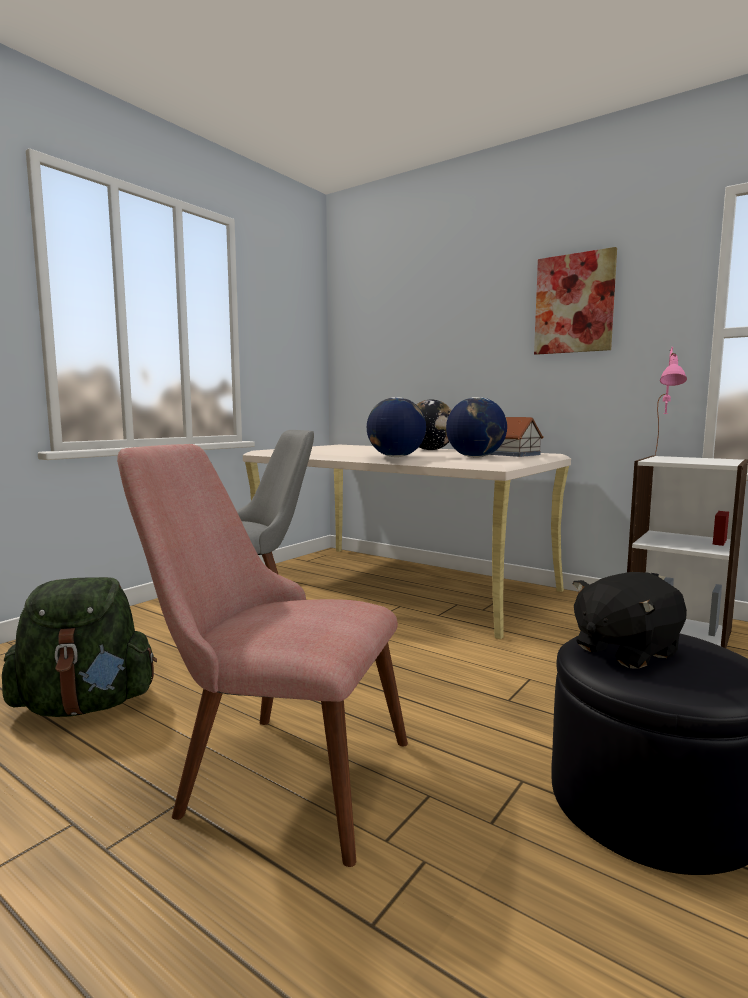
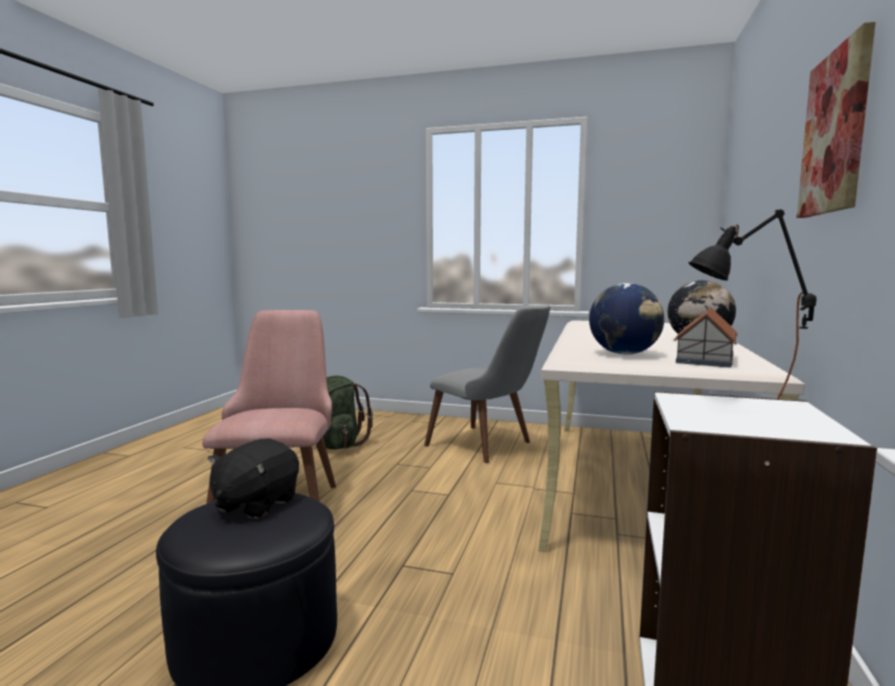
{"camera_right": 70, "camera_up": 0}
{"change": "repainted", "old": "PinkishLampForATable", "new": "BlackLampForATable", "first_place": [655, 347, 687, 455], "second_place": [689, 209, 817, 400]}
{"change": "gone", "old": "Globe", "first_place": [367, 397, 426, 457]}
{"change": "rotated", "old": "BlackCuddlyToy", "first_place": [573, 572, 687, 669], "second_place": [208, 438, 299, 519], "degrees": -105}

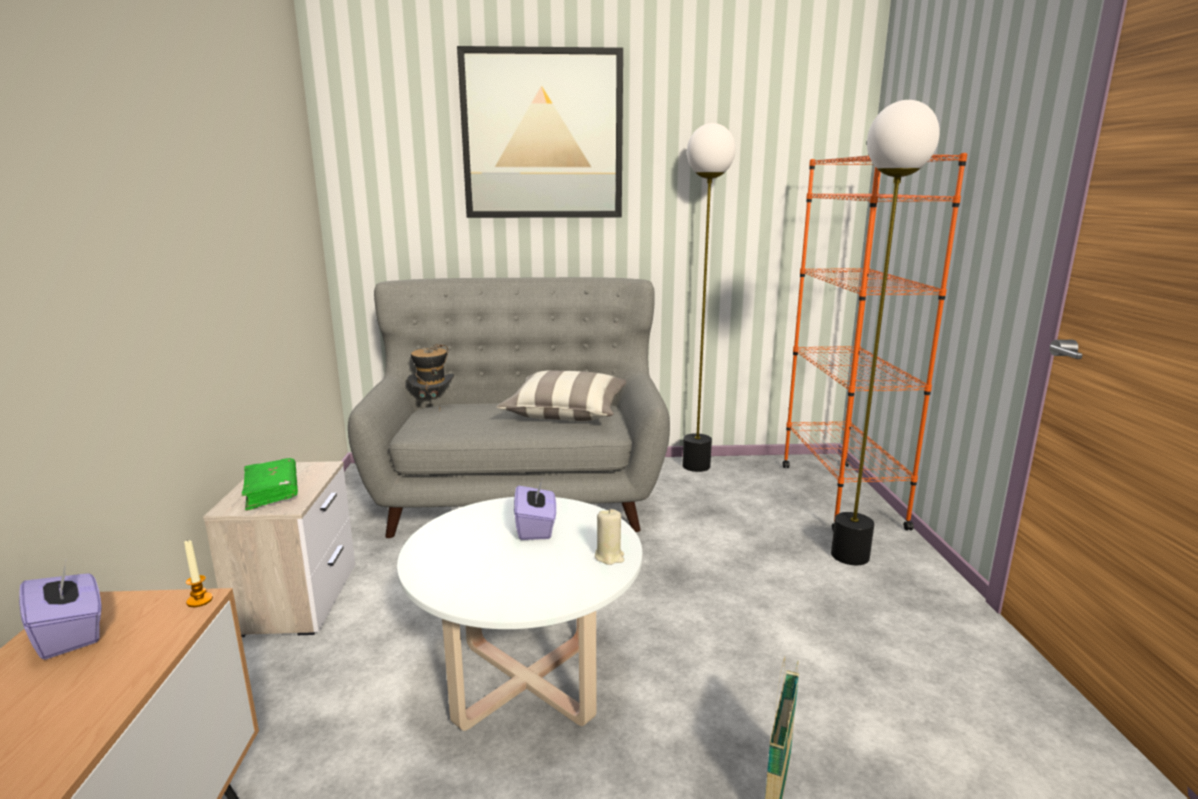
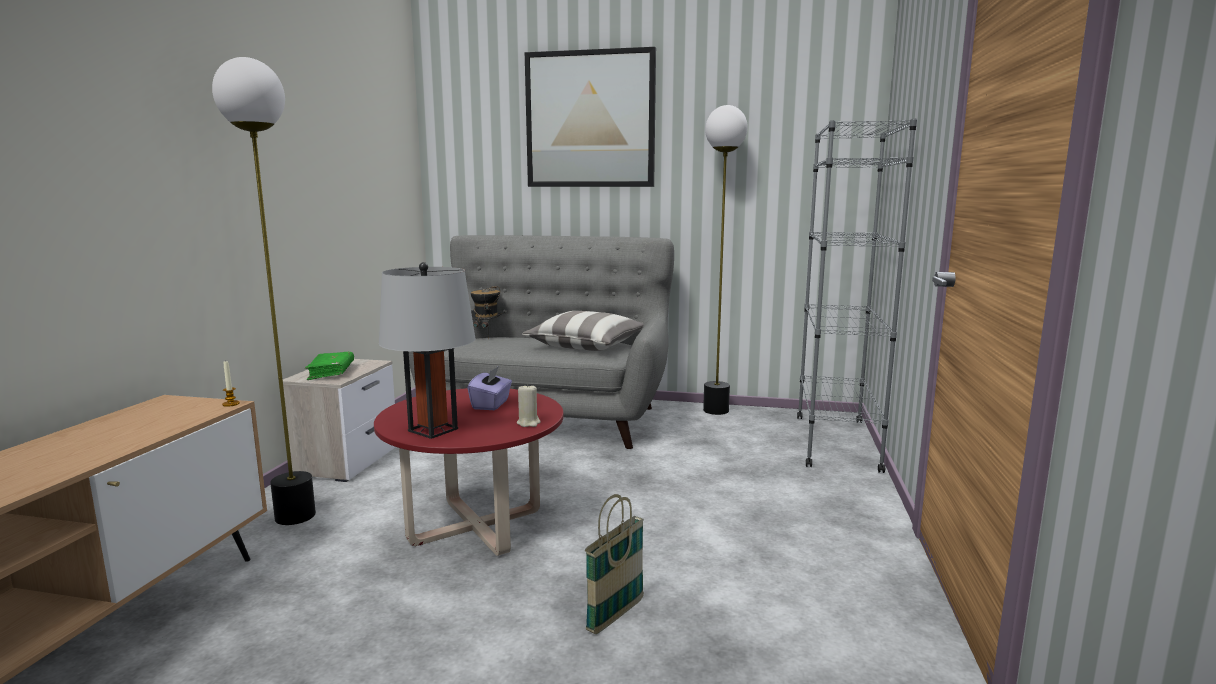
{"camera_right": 15, "camera_up": -5}
{"change": "shifted", "old": "StandingLamp", "first_place": [831, 100, 940, 565], "second_place": [212, 57, 316, 525]}
{"change": "repainted", "old": "OrangeyBookshelf", "new": "GreyBookshelf", "first_place": [782, 153, 967, 530], "second_place": [797, 119, 917, 473]}
{"change": "repainted", "old": "WhiteColouredLowTable", "new": "ReddishLowTable", "first_place": [397, 497, 642, 731], "second_place": [374, 388, 564, 556]}
{"change": "gone", "old": "PurpleColouredBoxOfTissues", "first_place": [19, 562, 102, 660]}
{"change": "new", "new": "GreyLampForATable", "second_place": [379, 262, 475, 439]}

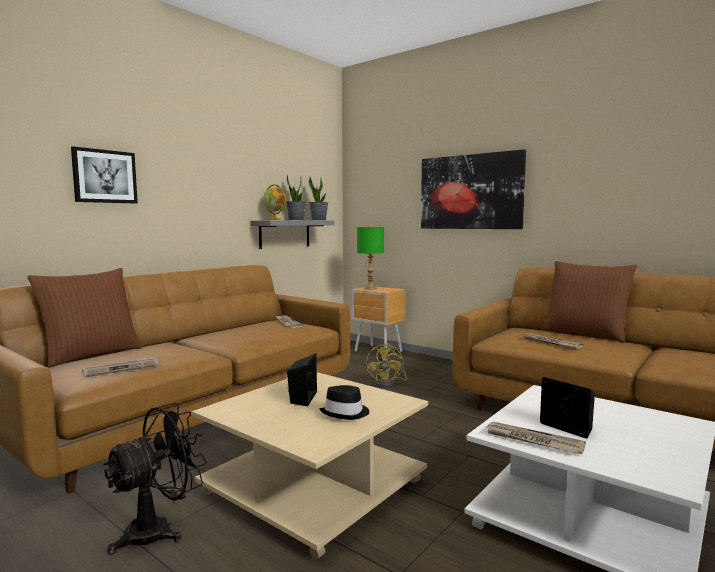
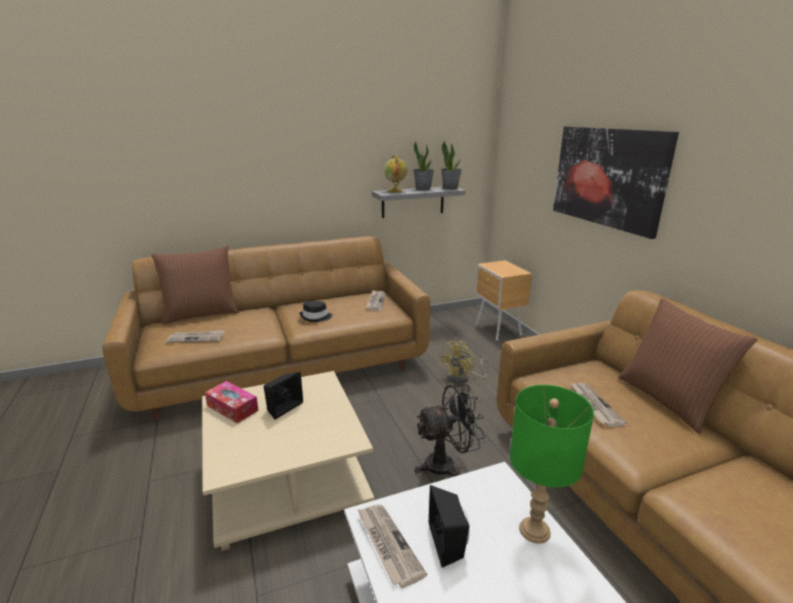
{"camera_right": 30, "camera_up": 15}
{"change": "gone", "old": "Picture", "first_place": [71, 146, 138, 204]}
{"change": "shifted", "old": "GreenishLampForATable", "first_place": [357, 225, 384, 289], "second_place": [510, 385, 594, 544]}
{"change": "shifted", "old": "BlackClothingHat", "first_place": [319, 385, 369, 420], "second_place": [299, 301, 332, 322]}
{"change": "shifted", "old": "BlackCoolingFan", "first_place": [103, 403, 207, 555], "second_place": [415, 385, 485, 476]}
{"change": "new", "new": "BoxOfTissues", "second_place": [205, 381, 259, 423]}

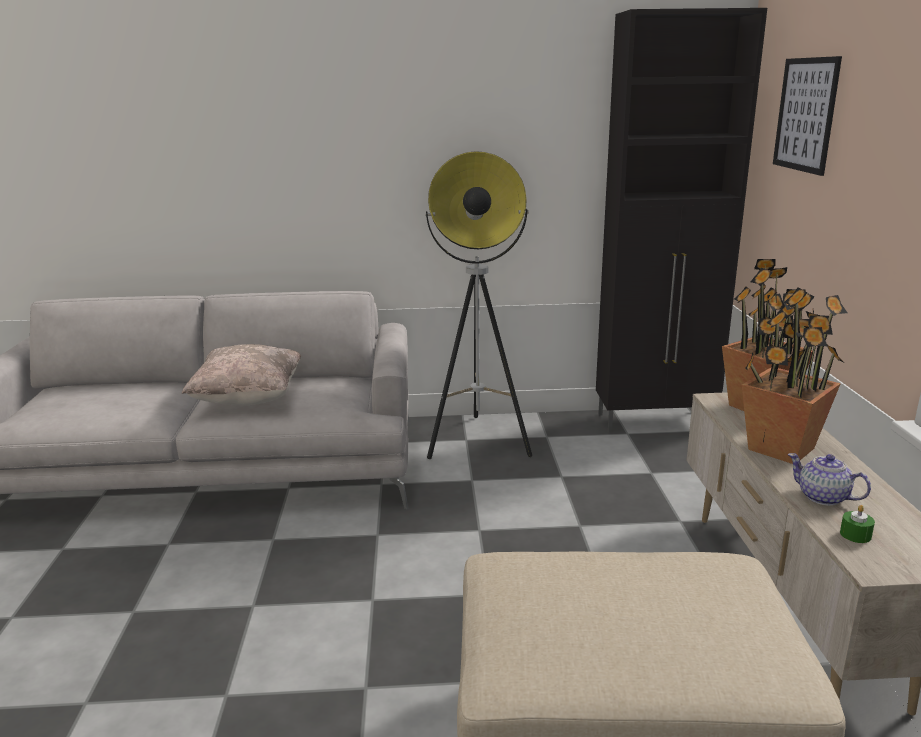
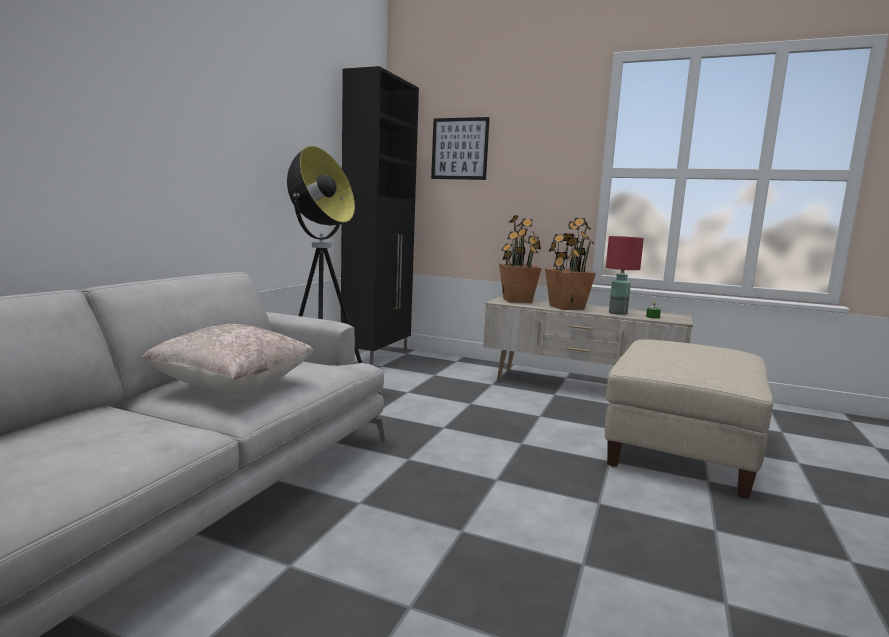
{"camera_right": -65, "camera_up": -10}
{"change": "swapped", "old": "TeaPot", "new": "ReddishLampForATable", "first_place": [788, 453, 871, 506], "second_place": [606, 236, 644, 315]}

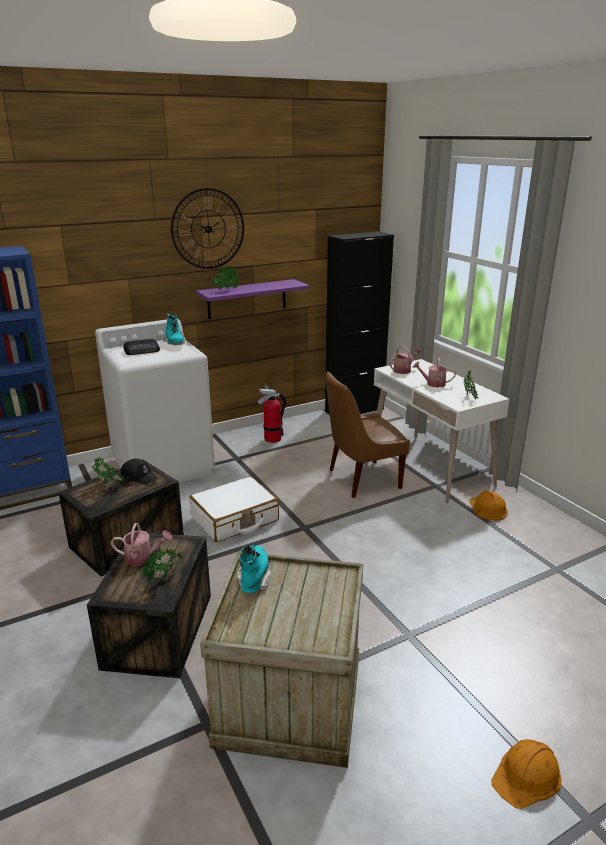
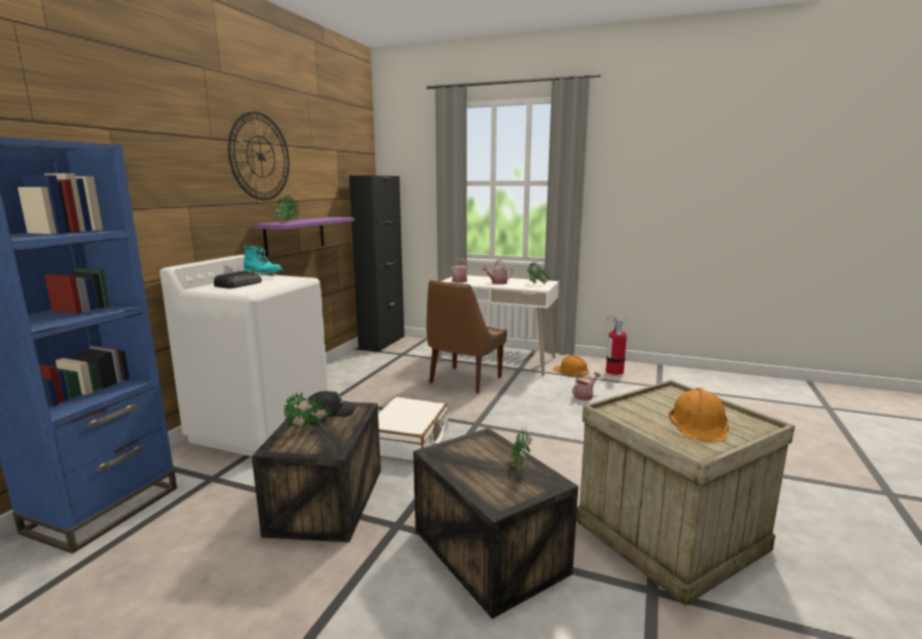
{"camera_right": -40, "camera_up": -10}
{"change": "shifted", "old": "FireExtinguisher", "first_place": [258, 384, 286, 443], "second_place": [606, 315, 627, 375]}
{"change": "shifted", "old": "SprinklingCan", "first_place": [111, 523, 172, 566], "second_place": [572, 371, 601, 401]}
{"change": "gone", "old": "TurquoiseColouredBoot", "first_place": [237, 545, 272, 593]}
{"change": "shifted", "old": "OrangeyHardHat", "first_place": [491, 739, 562, 809], "second_place": [668, 388, 729, 442]}

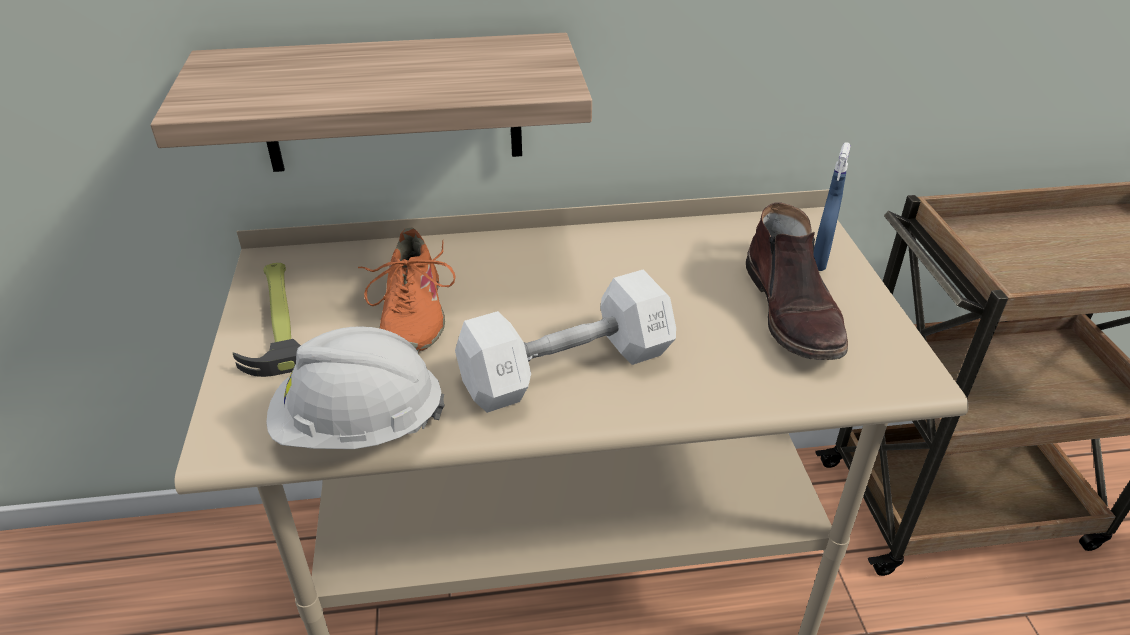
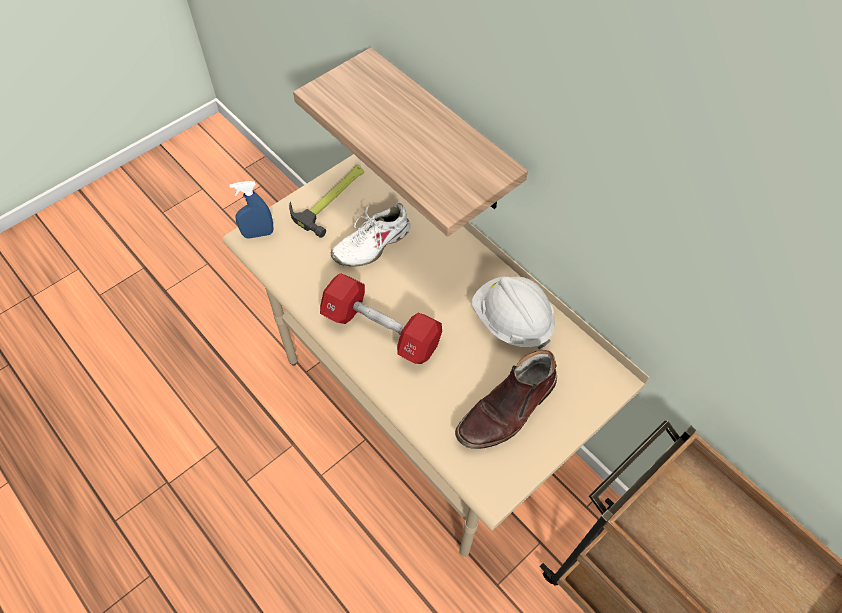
{"camera_right": 55, "camera_up": 20}
{"change": "shifted", "old": "BluishHandSprayer", "first_place": [814, 142, 850, 271], "second_place": [229, 181, 274, 238]}
{"change": "repainted", "old": "OrangeyItemOfFootwear", "new": "WhiteColouredItemOfFootwear", "first_place": [358, 227, 456, 352], "second_place": [331, 202, 411, 266]}
{"change": "repainted", "old": "WhiteColouredHandWeight", "new": "ReddishHandWeight", "first_place": [455, 270, 676, 413], "second_place": [320, 273, 442, 364]}
{"change": "shifted", "old": "WhiteColouredHardHat", "first_place": [266, 327, 445, 449], "second_place": [472, 277, 555, 349]}

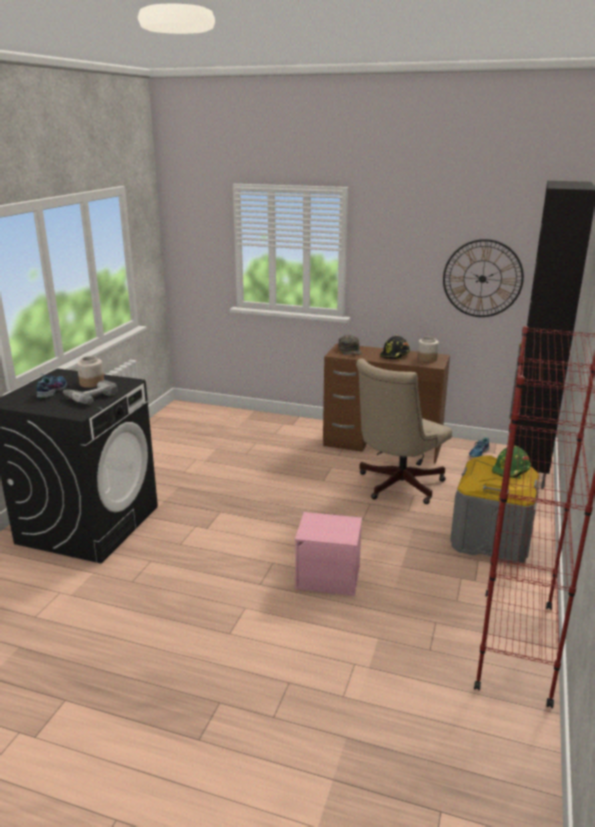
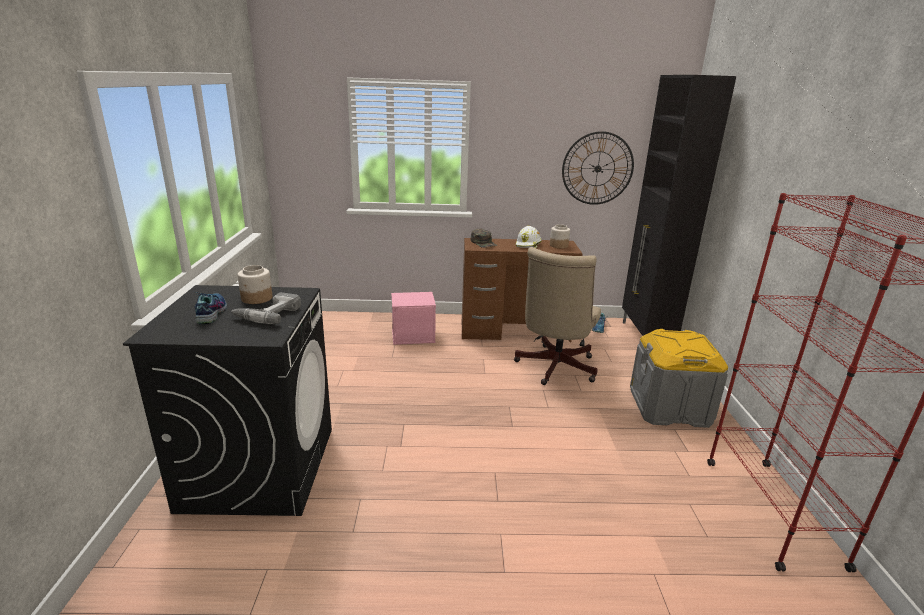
{"camera_right": -20, "camera_up": 0}
{"change": "repainted", "old": "BlackHardHat", "new": "WhiteColouredHardHat", "first_place": [380, 336, 410, 360], "second_place": [516, 226, 542, 248]}
{"change": "gone", "old": "GreenishHardHat", "first_place": [492, 446, 531, 479]}
{"change": "shifted", "old": "PinkishStorageBox", "first_place": [295, 512, 362, 596], "second_place": [391, 292, 436, 345]}

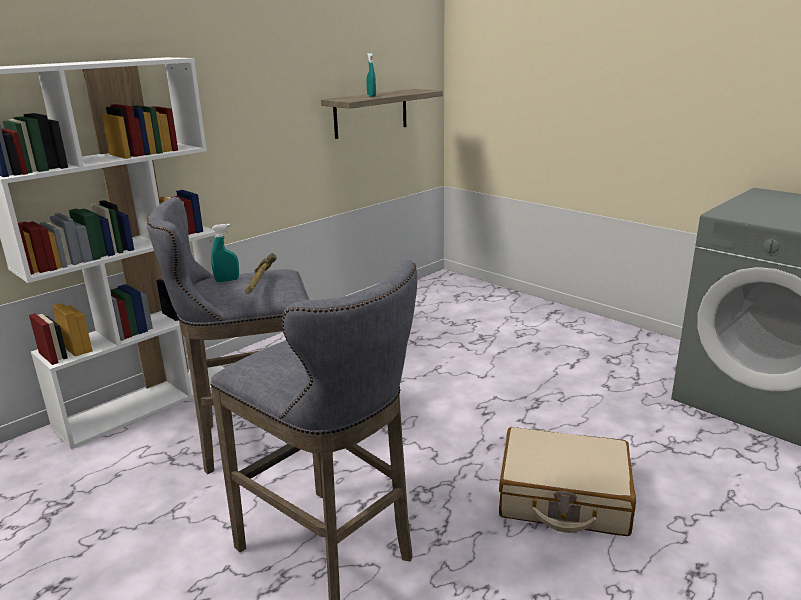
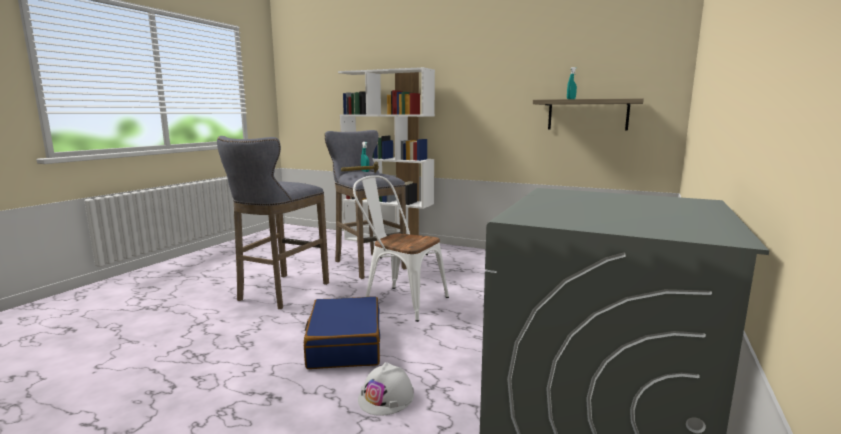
{"camera_right": 70, "camera_up": -10}
{"change": "repainted", "old": "BeigeColouredPieceOfLuggage", "new": "BluishPieceOfLuggage", "first_place": [499, 427, 636, 536], "second_place": [304, 296, 380, 369]}
{"change": "new", "new": "WhiteColouredUprightChair", "second_place": [353, 175, 449, 322]}
{"change": "new", "new": "WhiteColouredHardHat", "second_place": [358, 362, 414, 416]}

